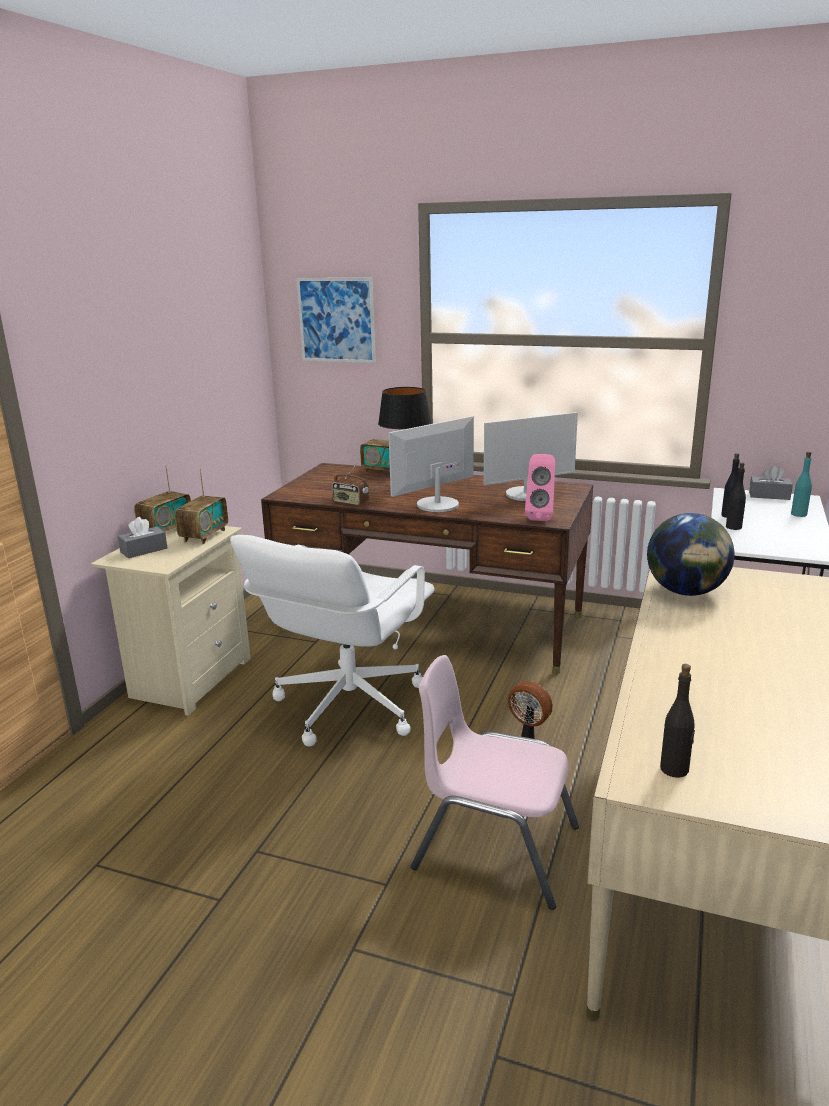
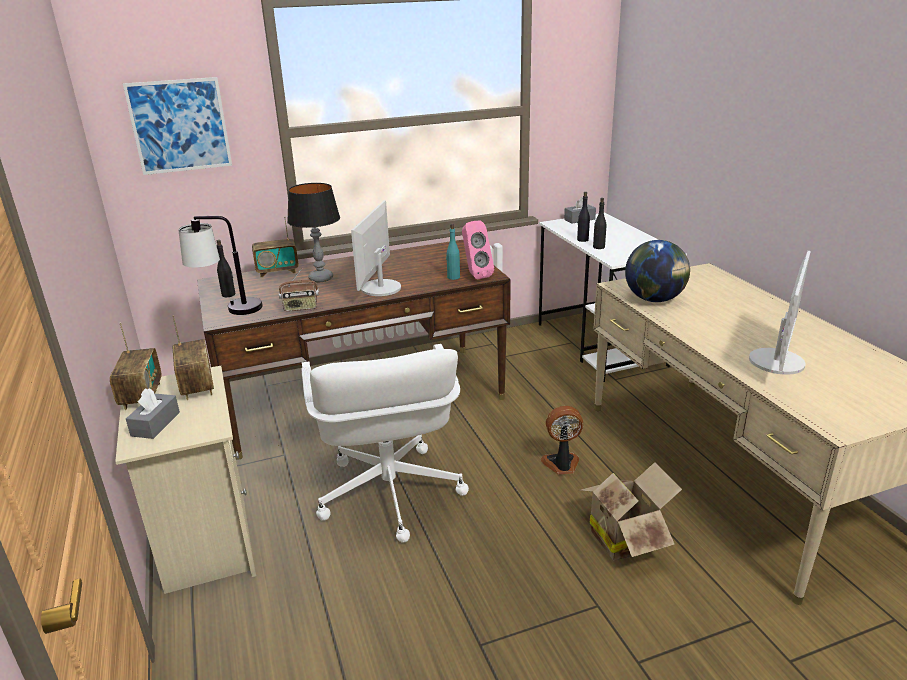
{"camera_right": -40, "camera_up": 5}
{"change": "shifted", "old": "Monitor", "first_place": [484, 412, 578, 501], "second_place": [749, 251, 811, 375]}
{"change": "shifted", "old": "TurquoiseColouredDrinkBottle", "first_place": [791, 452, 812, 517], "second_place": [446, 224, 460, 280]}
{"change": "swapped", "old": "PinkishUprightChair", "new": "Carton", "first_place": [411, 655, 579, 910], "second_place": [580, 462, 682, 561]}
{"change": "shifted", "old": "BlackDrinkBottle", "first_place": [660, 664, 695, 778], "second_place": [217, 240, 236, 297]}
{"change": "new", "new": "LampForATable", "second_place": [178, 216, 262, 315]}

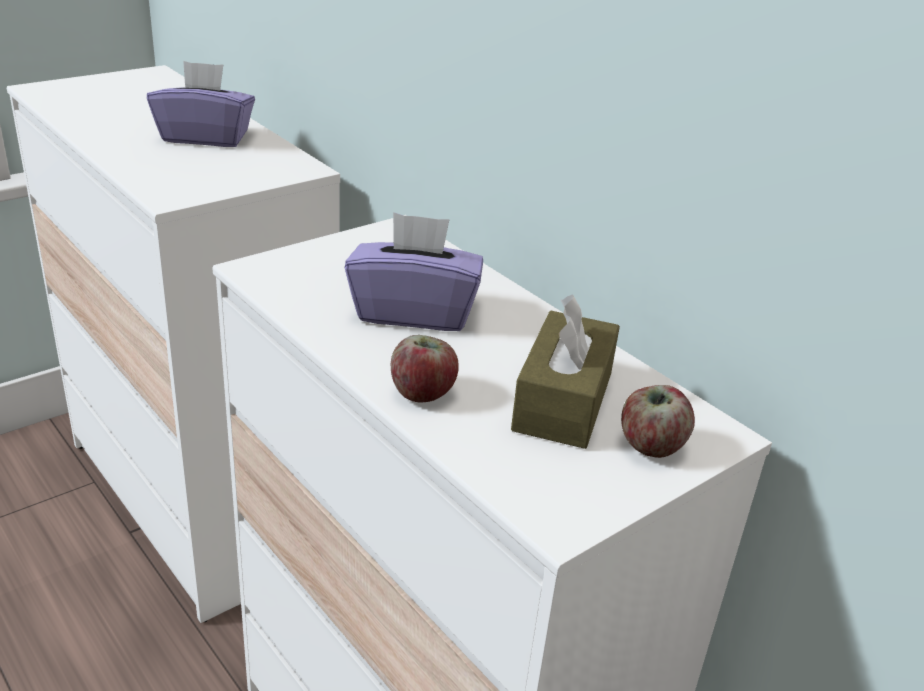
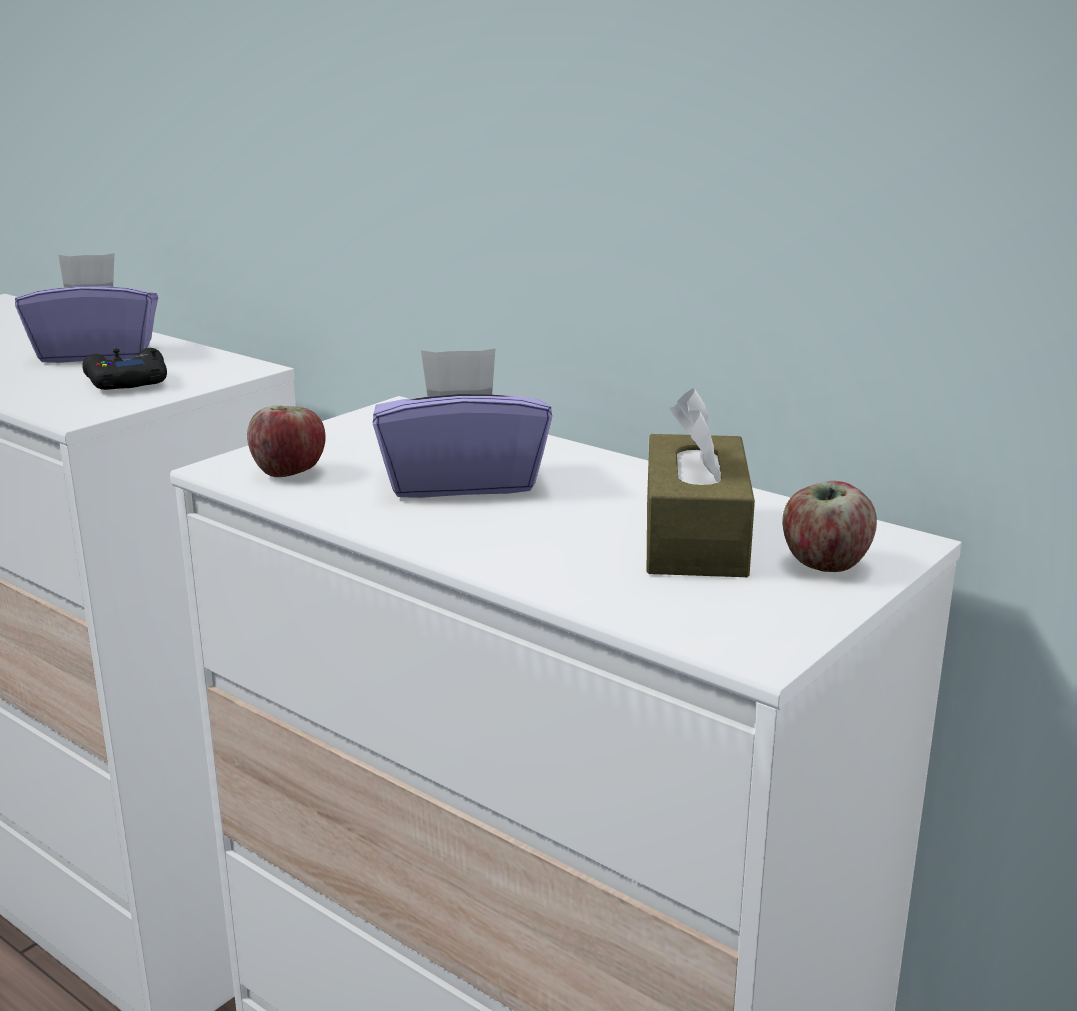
{"camera_right": -10, "camera_up": -10}
{"change": "shifted", "old": "Apple", "first_place": [391, 335, 459, 402], "second_place": [247, 406, 326, 477]}
{"change": "new", "new": "BlackGamepad", "second_place": [82, 348, 167, 390]}

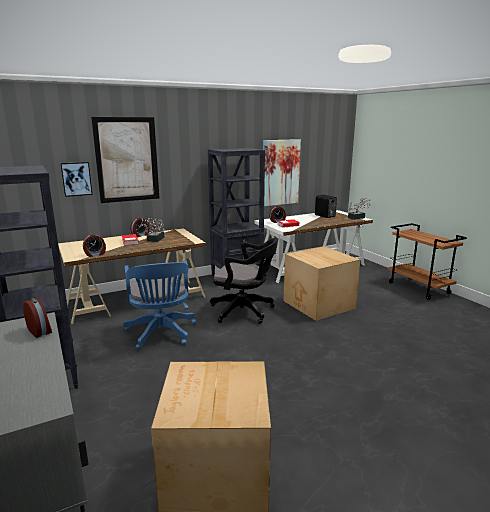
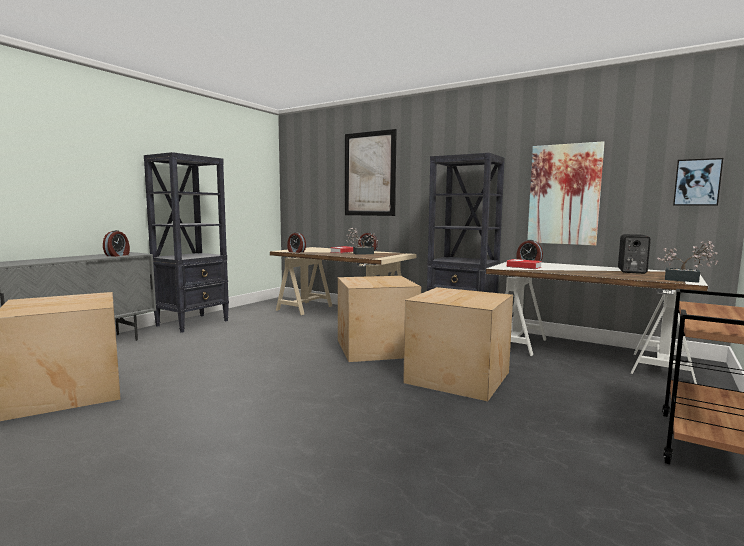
{"camera_right": 60, "camera_up": -10}
{"change": "shifted", "old": "Picture", "first_place": [60, 162, 92, 197], "second_place": [673, 158, 723, 206]}
{"change": "swapped", "old": "BlackDeskChair", "new": "Carton", "first_place": [210, 238, 278, 324], "second_place": [338, 276, 421, 362]}
{"change": "gone", "old": "BluishDeskChair", "first_place": [123, 260, 197, 350]}

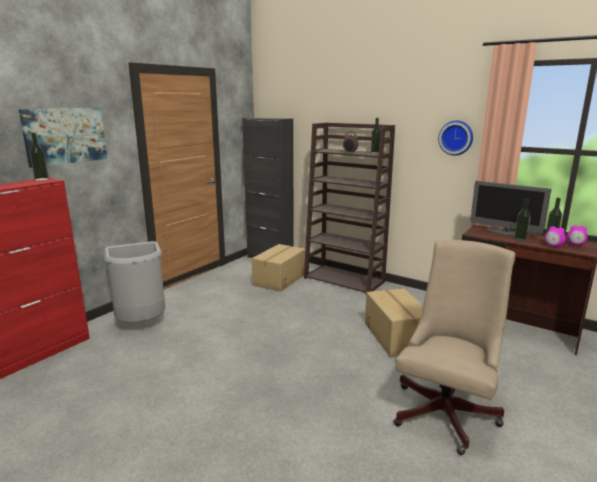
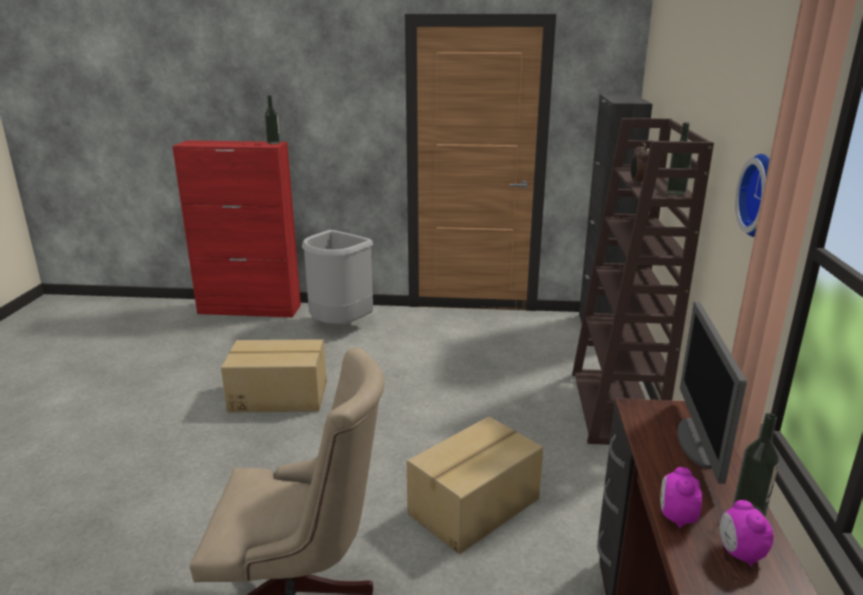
{"camera_right": 60, "camera_up": 5}
{"change": "gone", "old": "Picture", "first_place": [18, 108, 107, 168]}
{"change": "gone", "old": "DrinkBottle", "first_place": [514, 199, 530, 242]}
{"change": "shifted", "old": "Carton", "first_place": [252, 244, 305, 292], "second_place": [221, 339, 327, 413]}

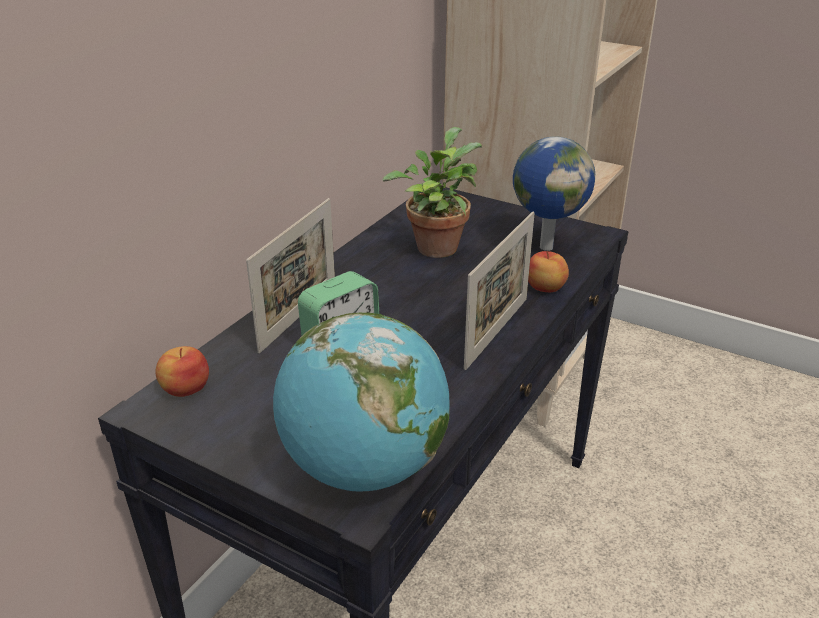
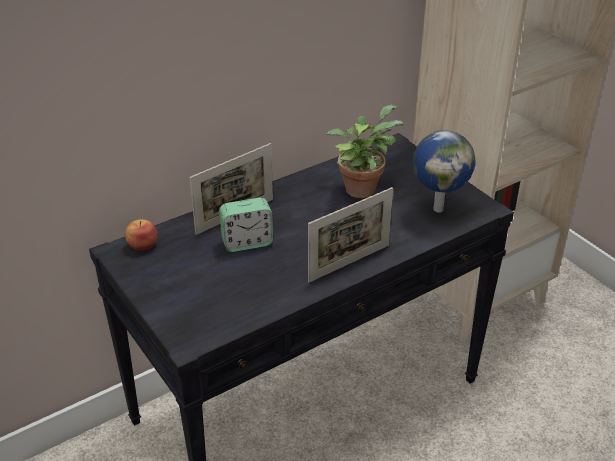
{"camera_right": 25, "camera_up": 5}
{"change": "gone", "old": "Apple", "first_place": [528, 251, 569, 292]}
{"change": "gone", "old": "Globe", "first_place": [273, 313, 450, 492]}

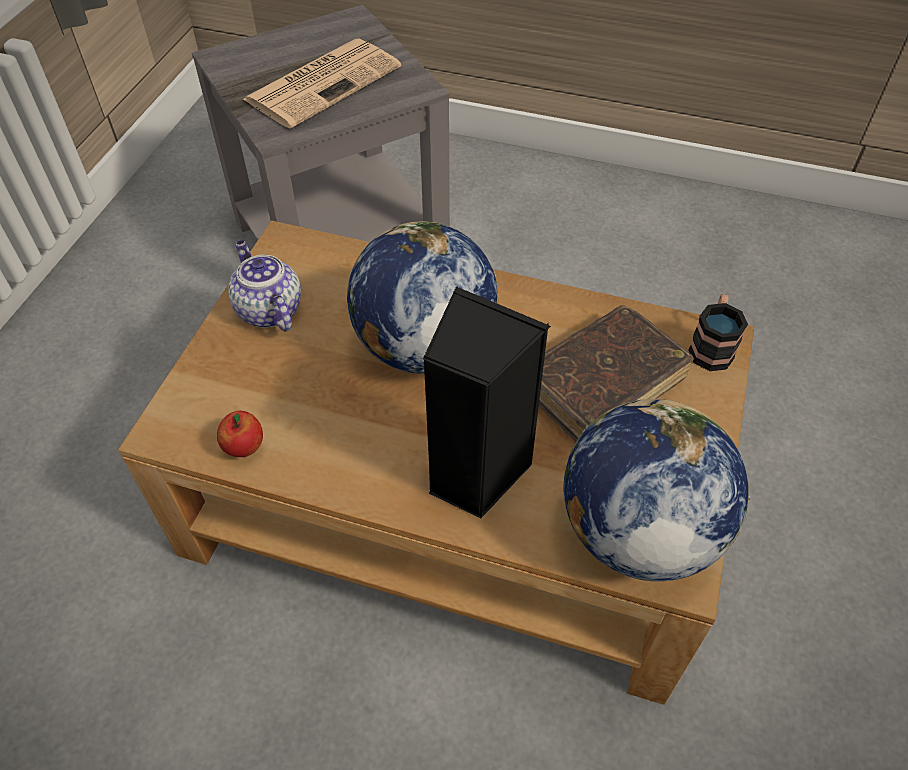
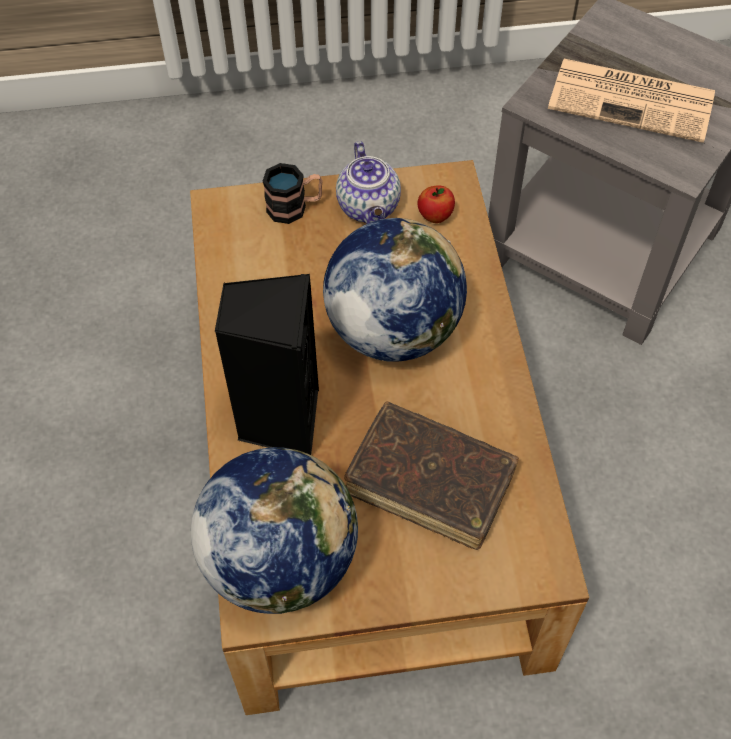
{"camera_right": 65, "camera_up": 5}
{"change": "rotated", "old": "TeaPot", "first_place": [228, 240, 301, 332], "second_place": [336, 141, 401, 224], "degrees": 135}
{"change": "shifted", "old": "Mug", "first_place": [688, 294, 748, 371], "second_place": [263, 163, 323, 224]}
{"change": "shifted", "old": "Apple", "first_place": [217, 411, 263, 457], "second_place": [417, 185, 455, 223]}

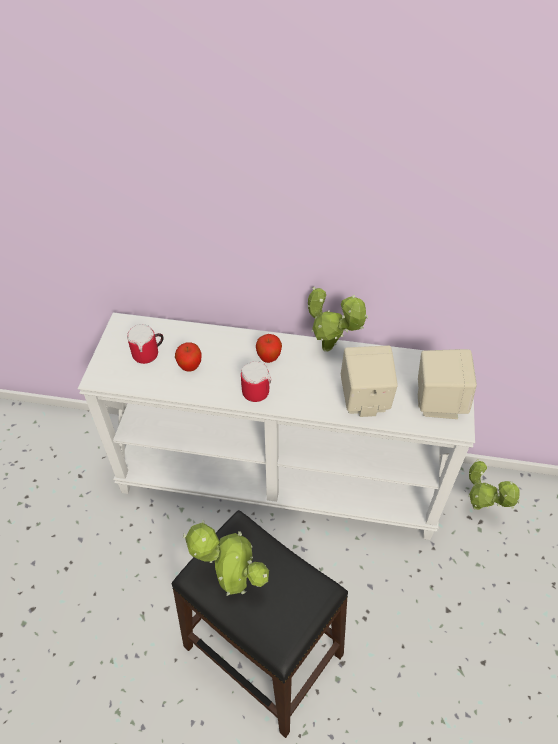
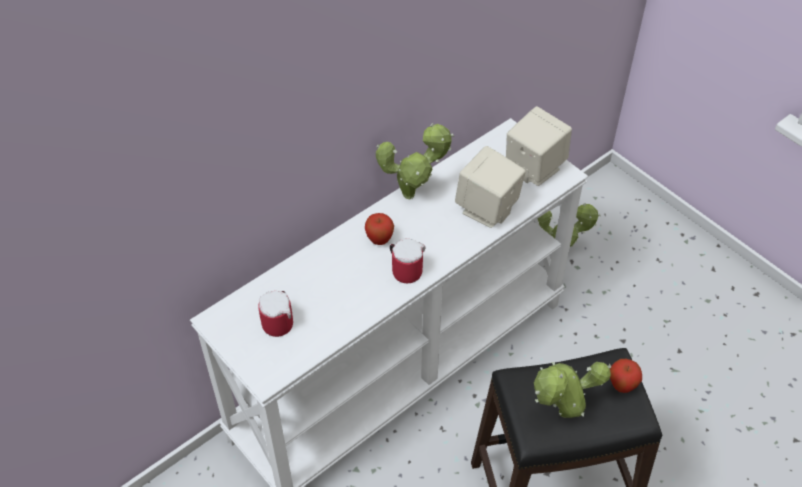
{"camera_right": -50, "camera_up": 0}
{"change": "shifted", "old": "Apple", "first_place": [175, 342, 201, 371], "second_place": [610, 359, 642, 393]}

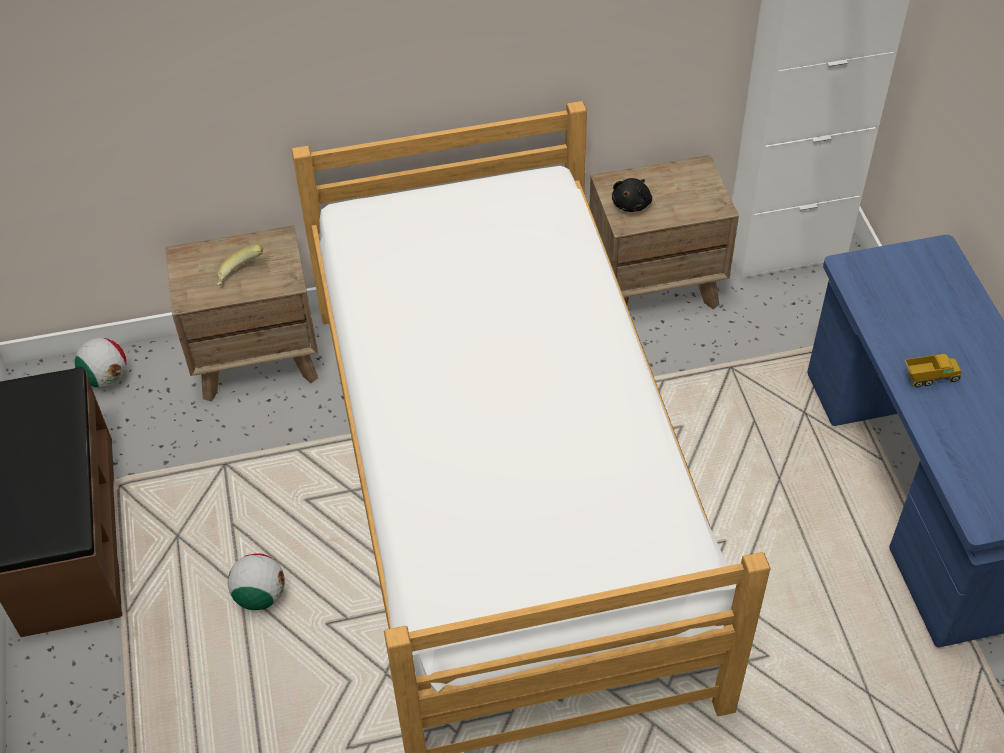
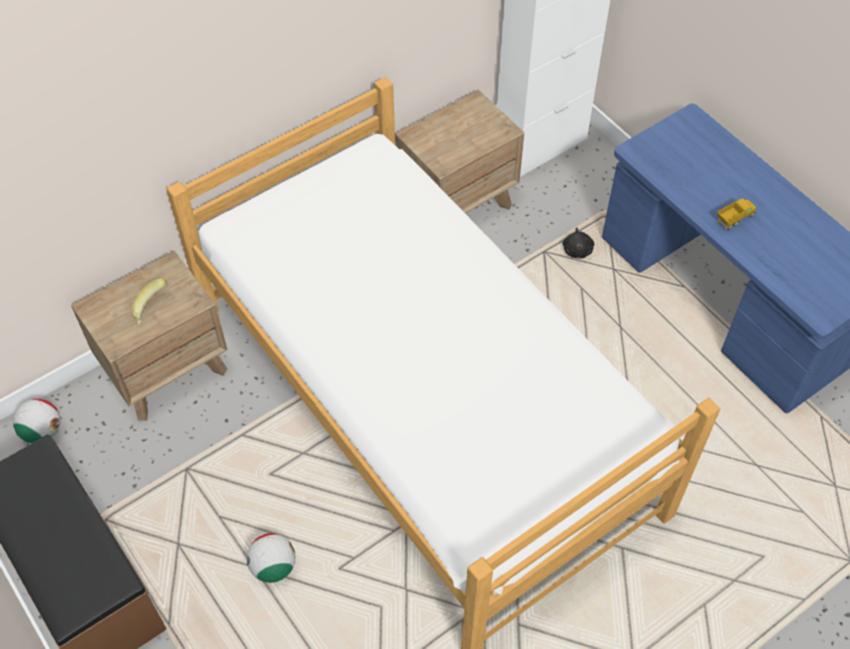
{"camera_right": -25, "camera_up": 5}
{"change": "shifted", "old": "BlackCuddlyToy", "first_place": [612, 178, 652, 212], "second_place": [563, 228, 594, 259]}

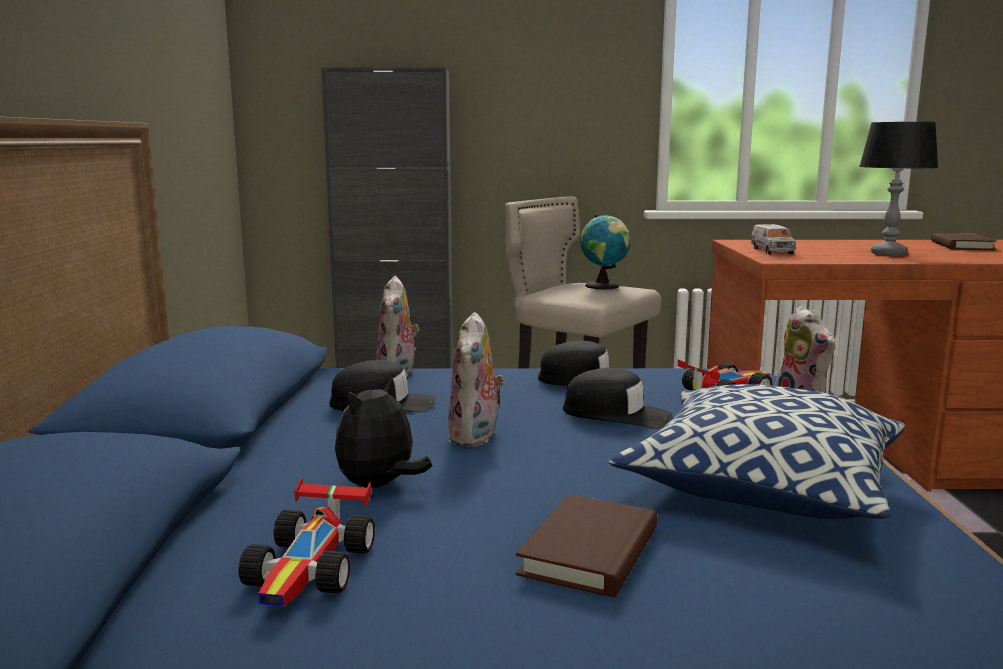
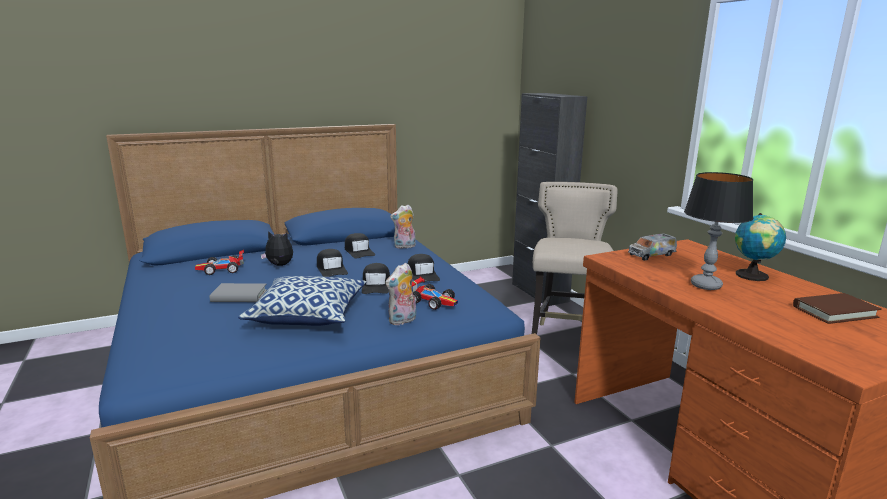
{"camera_right": 65, "camera_up": 5}
{"change": "shifted", "old": "Globe", "first_place": [580, 214, 631, 289], "second_place": [735, 213, 786, 281]}
{"change": "swapped", "old": "CuddlyToy", "new": "BlackCap", "first_place": [448, 312, 505, 447], "second_place": [317, 249, 348, 277]}
{"change": "repainted", "old": "BrownColouredBoundBook", "new": "GreyBoundBook", "first_place": [516, 494, 658, 597], "second_place": [210, 283, 267, 302]}

